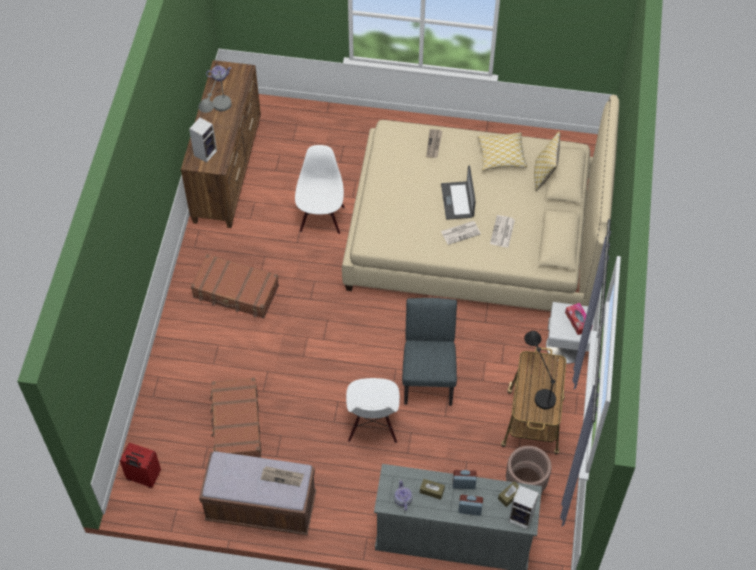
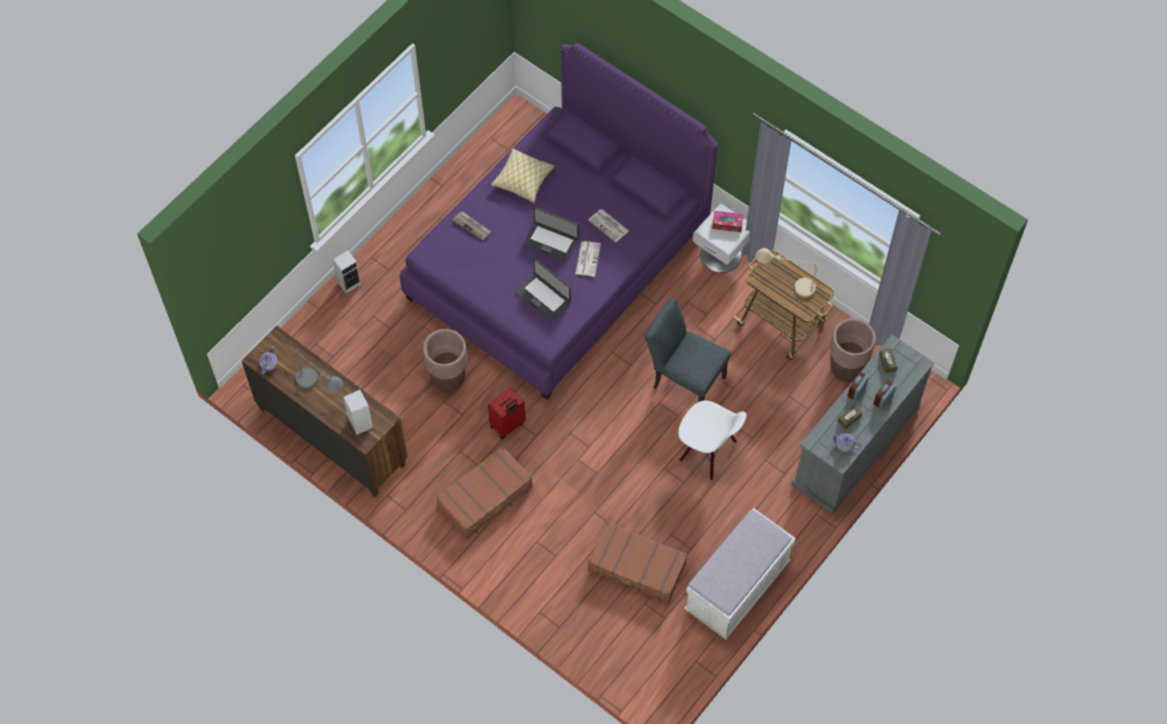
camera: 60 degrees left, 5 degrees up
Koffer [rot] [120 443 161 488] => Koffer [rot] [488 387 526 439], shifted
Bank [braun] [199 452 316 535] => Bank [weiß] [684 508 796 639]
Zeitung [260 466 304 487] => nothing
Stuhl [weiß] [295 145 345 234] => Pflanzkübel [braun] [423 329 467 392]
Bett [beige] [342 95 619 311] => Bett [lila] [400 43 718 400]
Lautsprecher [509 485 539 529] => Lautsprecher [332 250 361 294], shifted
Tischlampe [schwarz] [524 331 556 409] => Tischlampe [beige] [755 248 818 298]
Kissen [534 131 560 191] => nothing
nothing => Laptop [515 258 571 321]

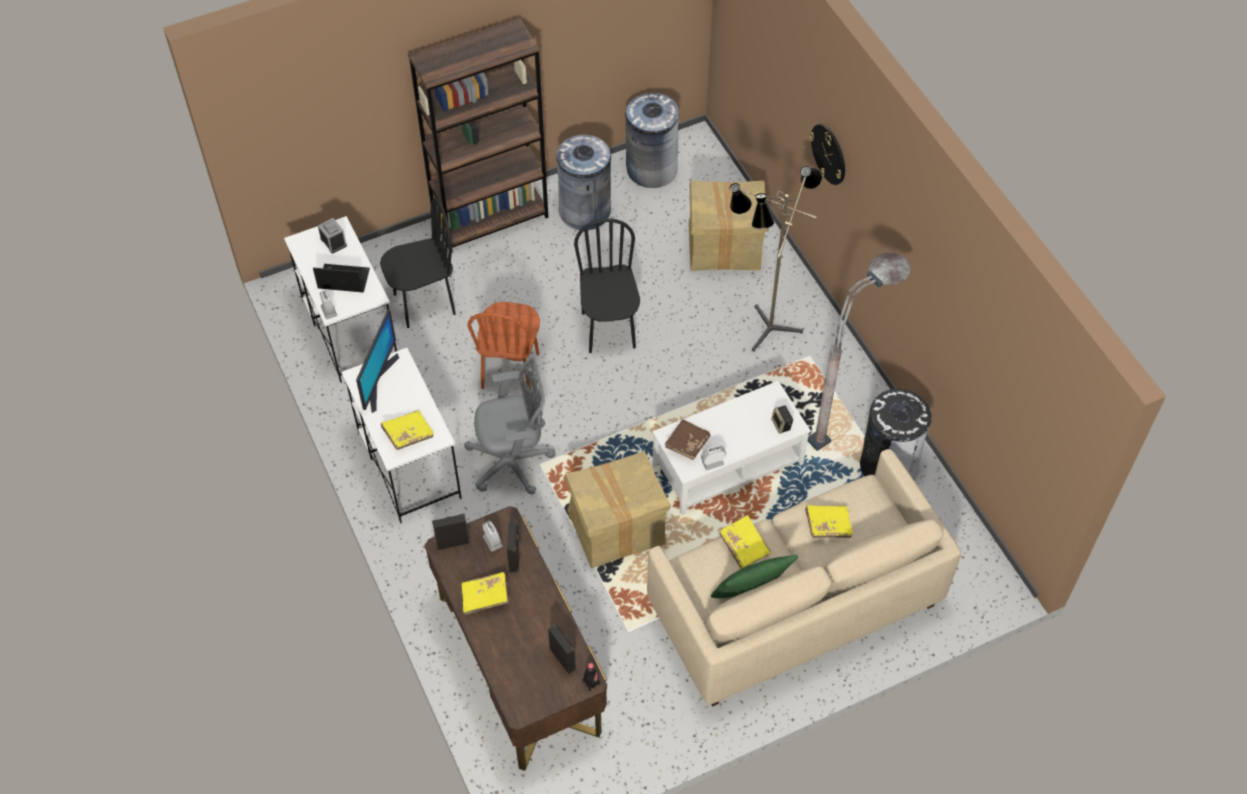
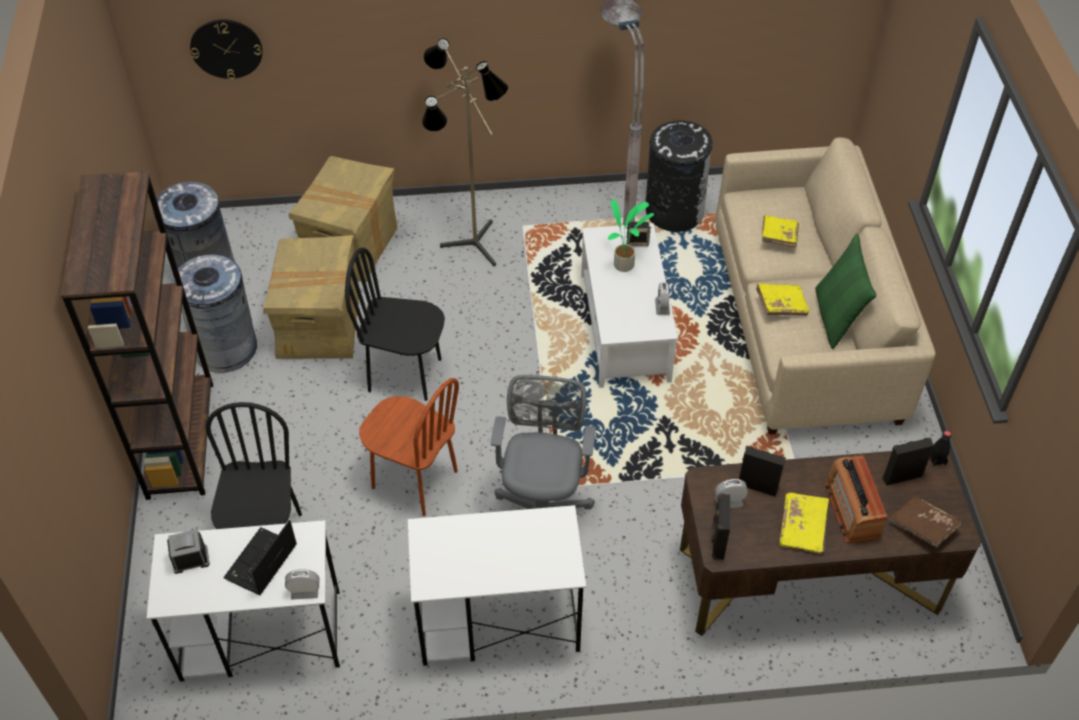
camera: 70 degrees left, 5 degrees down
Monitor [356 309 399 413] => nothing
Buch [gelb] [381 410 434 450] => nothing
Karton [565 451 671 569] => Karton [263 235 359 359], shifted
Buch [braun] [665 419 710 460] => Buch [braun] [889 496 961 548], shifted
Wanduhr [809 124 845 185] => Wanduhr [190 19 262 80], shifted
nothing => Topfpflanze [608 199 654 272]
nothing => Radio [824 455 888 544]

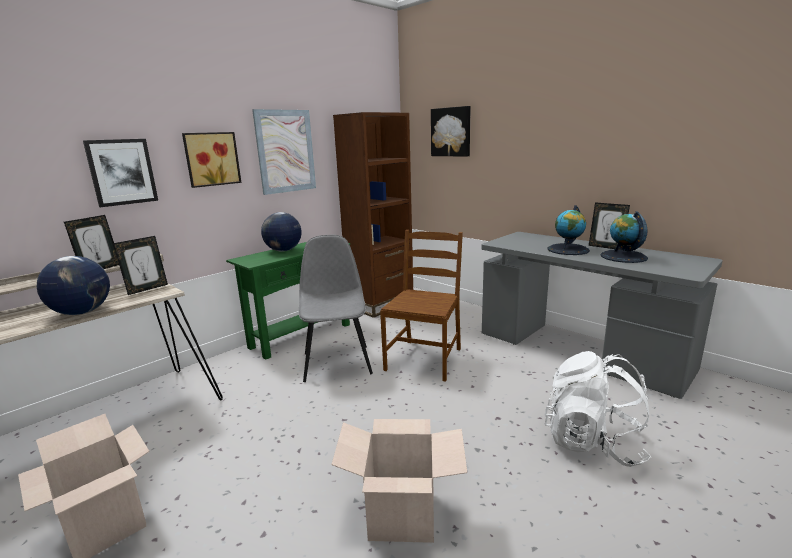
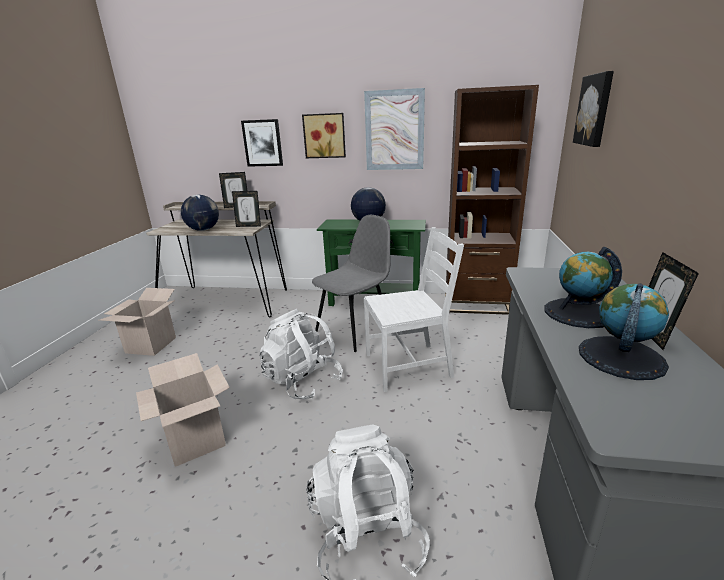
camera: 55 degrees right, 5 degrees up
Stuhl [braun] [380 230 463 382] => Stuhl [weiß] [364 227 464 392]
nothing => Rucksack [weiß] [260 309 343 400]

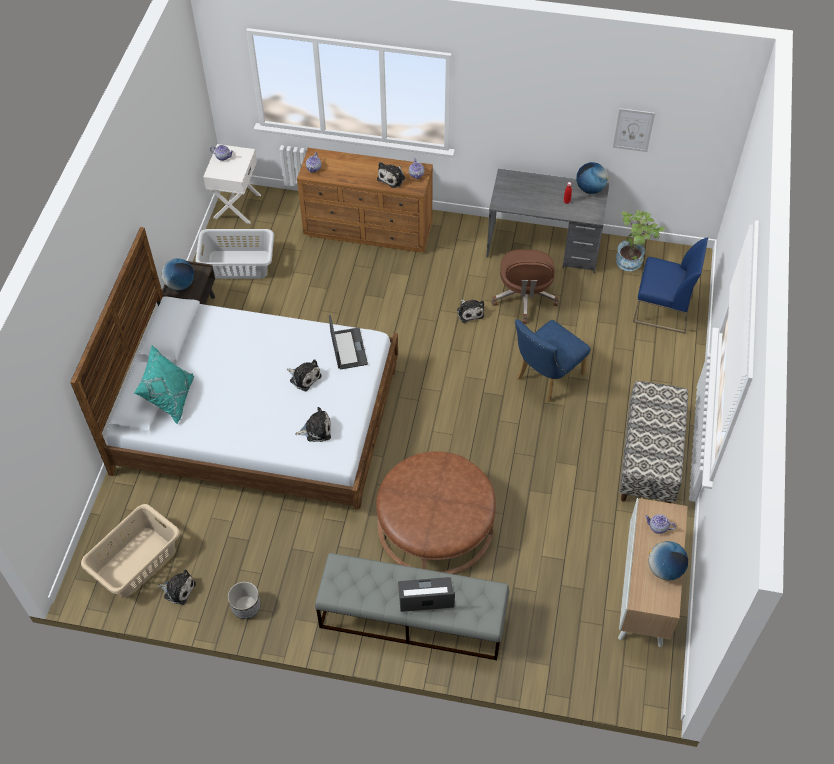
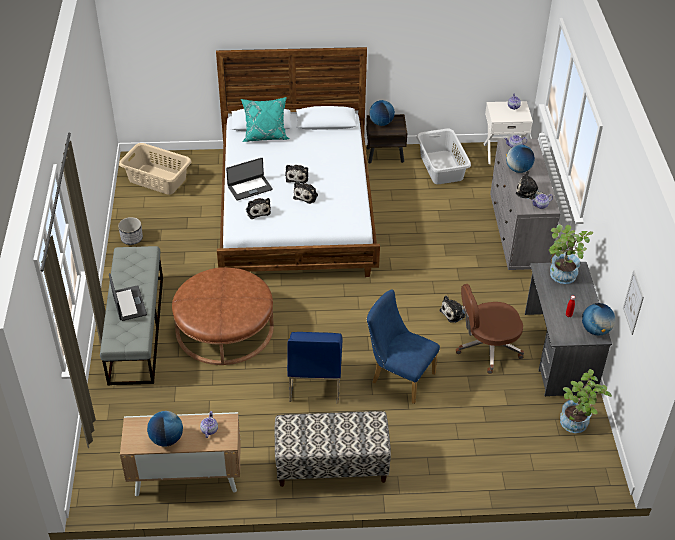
camera: 75 degrees right, 10 degrees down
Plüschtier [157 569 196 605] => Plüschtier [285 165 308 184], shifted
Kommode [braun] [297 148 433 253] => Kommode [grau] [490 139 560 270]
Laptop [329 315 368 369] => Laptop [226 158 273 201], shifted
Stuhl [blau] [633 238 708 333] => Stuhl [blau] [287 332 342 404], shifted
nothing => Globus [506 145 535 173]
nothing => Topfpflanze [549 224 593 284]

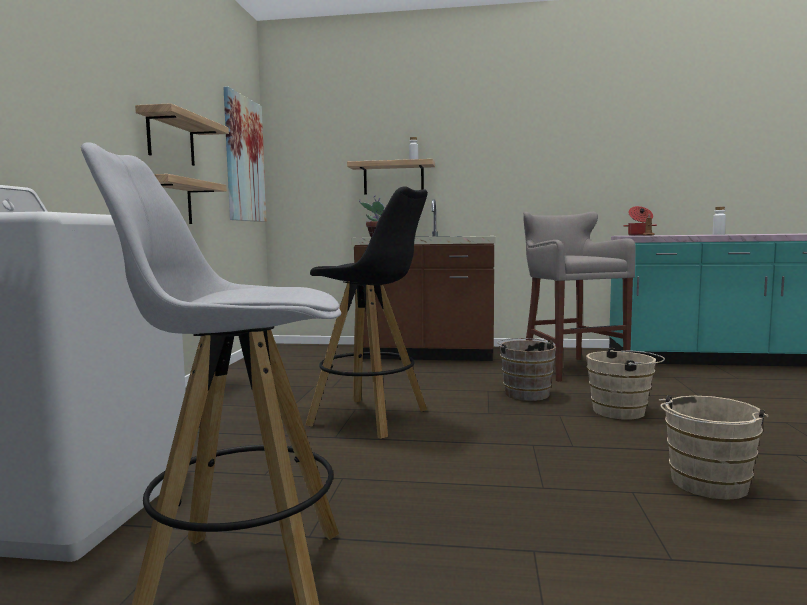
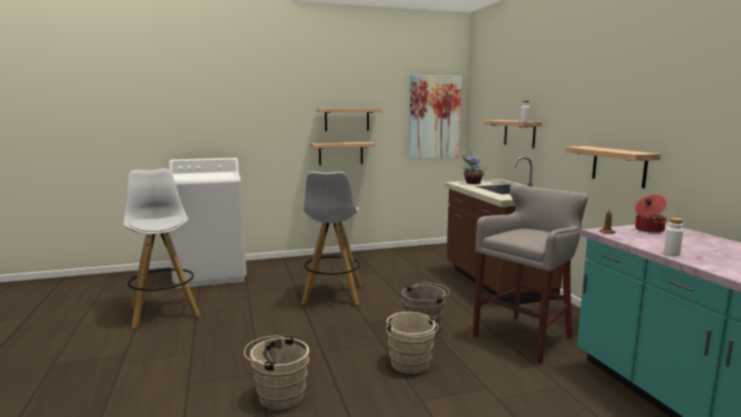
camera: 65 degrees right, 5 degrees up
Hocker [schwarz] [305 186 428 439] => Hocker [weiß] [301 172 362 305]
nothing => Wandregal [565 146 661 188]

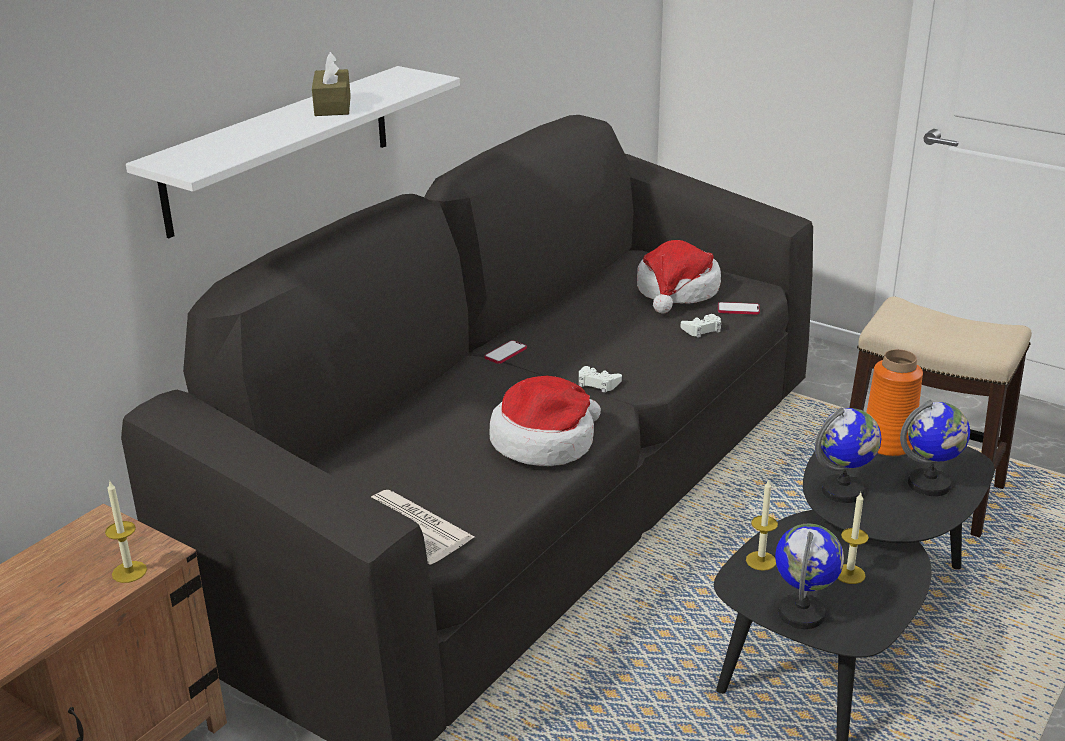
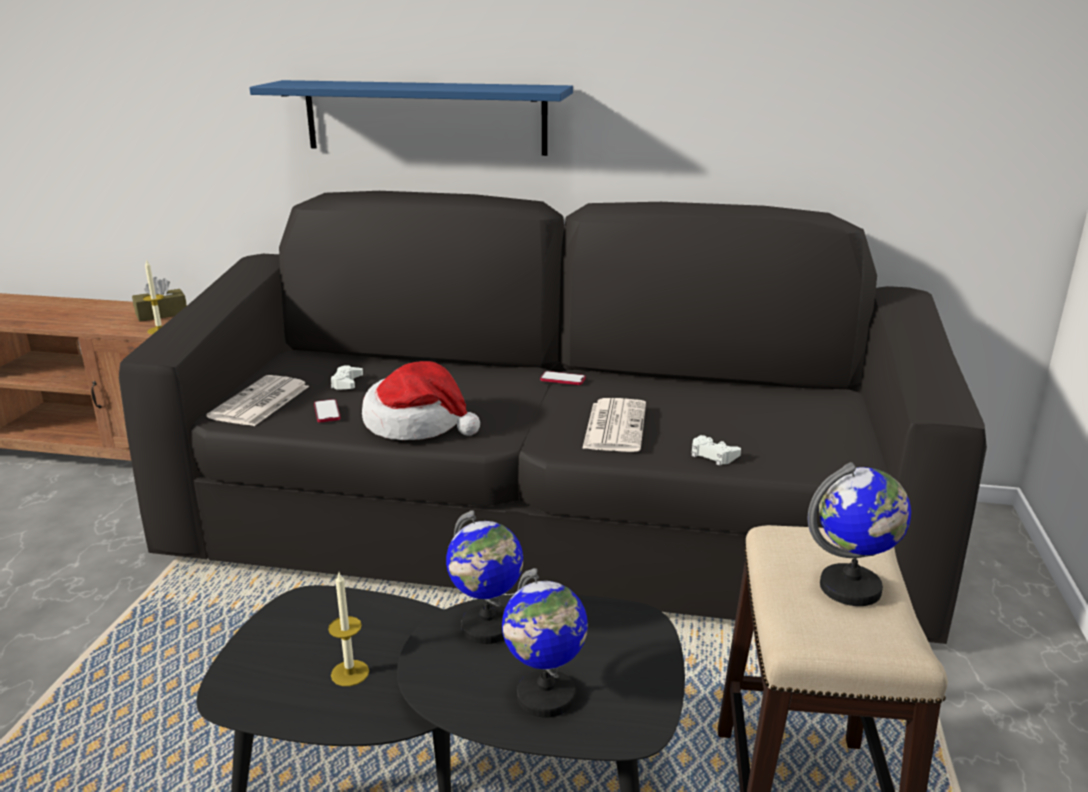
camera: 65 degrees right, 5 degrees down
Wandregal [weiß] [126 66 460 238] => Wandregal [blau] [249 80 573 156]
Taschentuchbox [braun] [312 51 351 116] => Taschentuchbox [braun] [132 277 187 322], shifted
Gamepad [weiß] [579 366 622 393] => Gamepad [weiß] [331 365 363 390], shifted
Hut [637 240 721 314] => nothing
Handy [718 302 760 315] => Handy [314 399 341 423], shifted
Kerze [746 479 778 571] => nothing
Globus [775 523 844 629] => Globus [808 462 911 606], shifted
Vase [orange] [866 349 923 457] => nothing
nothing => Zeitung [582 398 646 452]

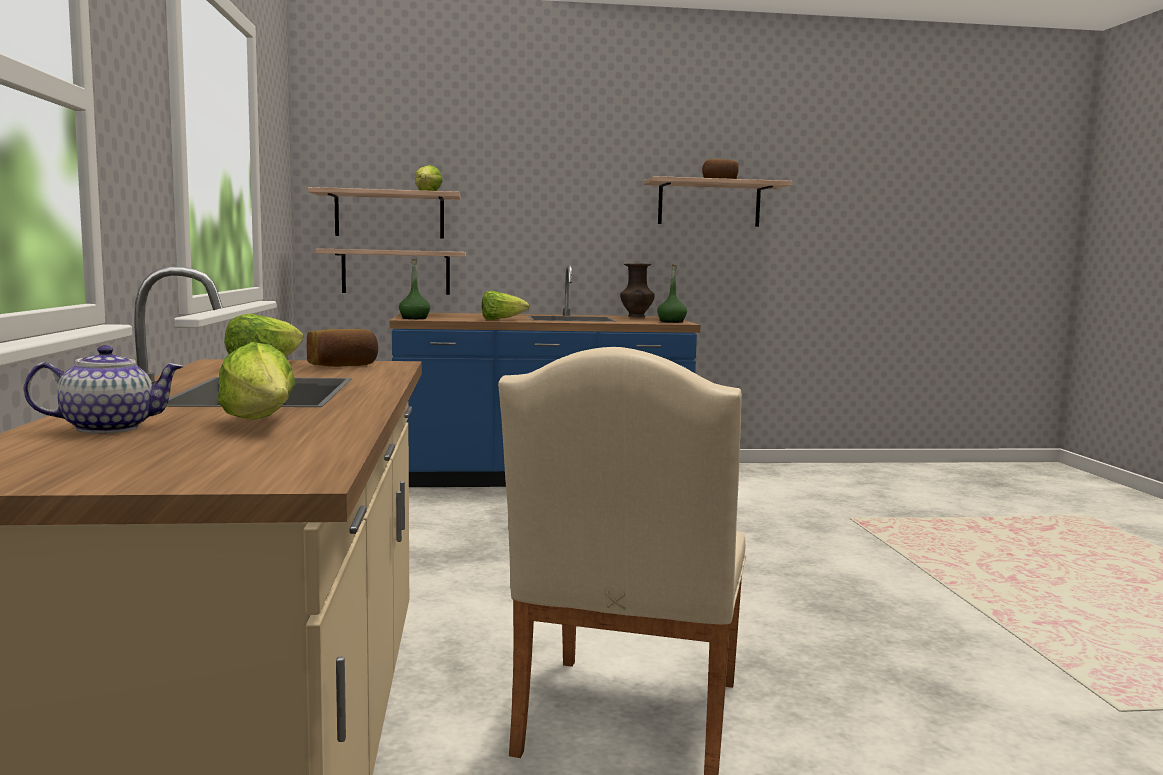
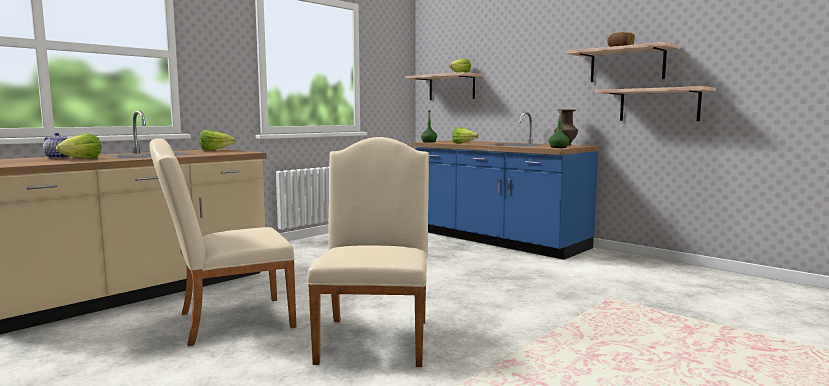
camera: 50 degrees right, 0 degrees up
Brot [307 329 378 367] => nothing
Wandregal [316 248 466 295] => Wandregal [595 86 716 121], shifted
nothing => Stuhl [beige] [307 137 429 367]

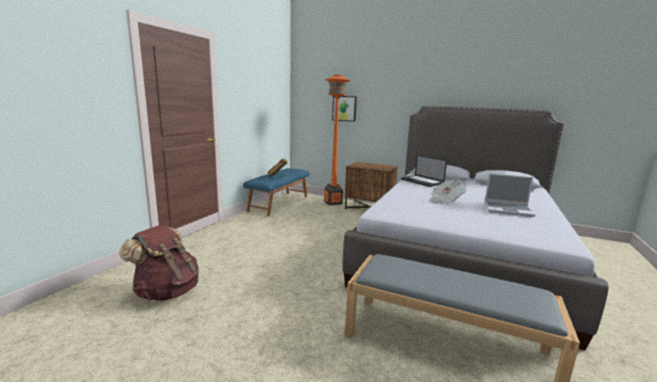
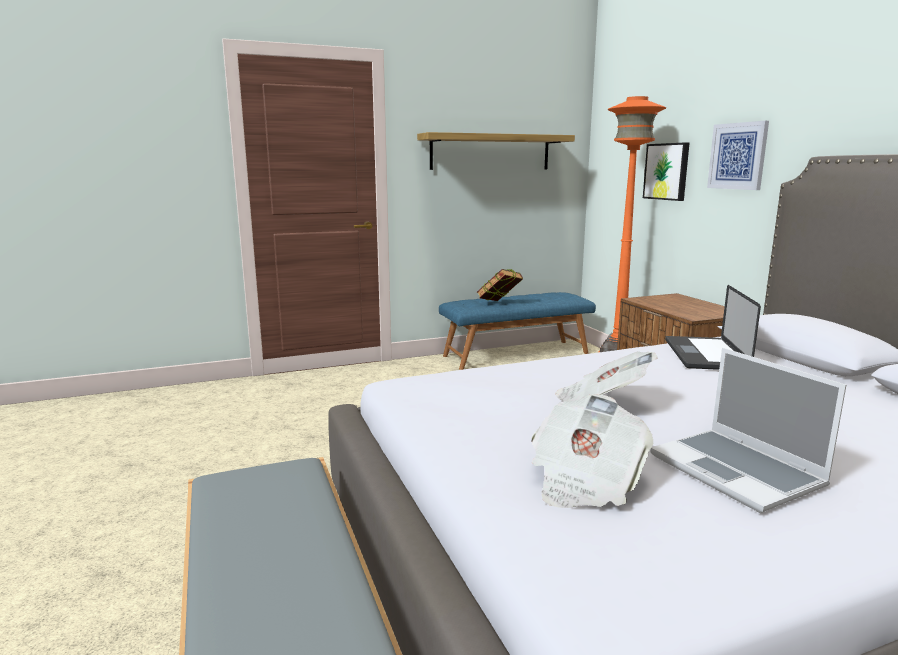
camera: 45 degrees right, 0 degrees up
Rucksack [braun] [119 225 199 301] => nothing
nothing => Wandregal [417 132 575 170]
nothing => Zeitung [531 394 654 508]
nothing => Bild [707 121 769 190]

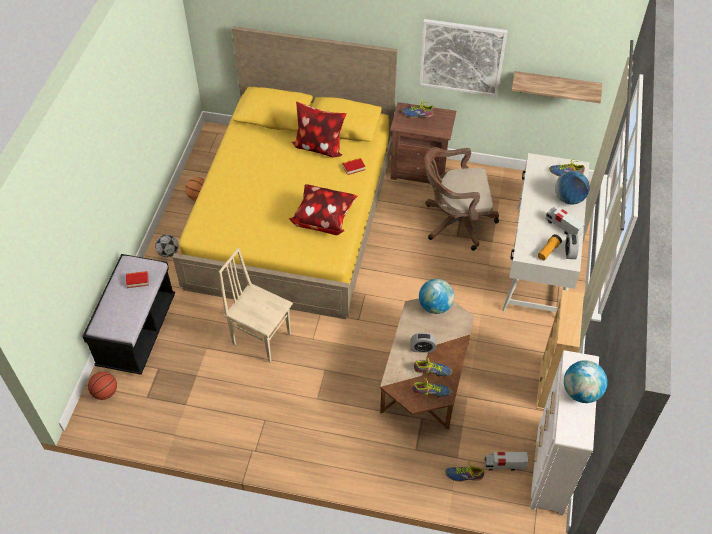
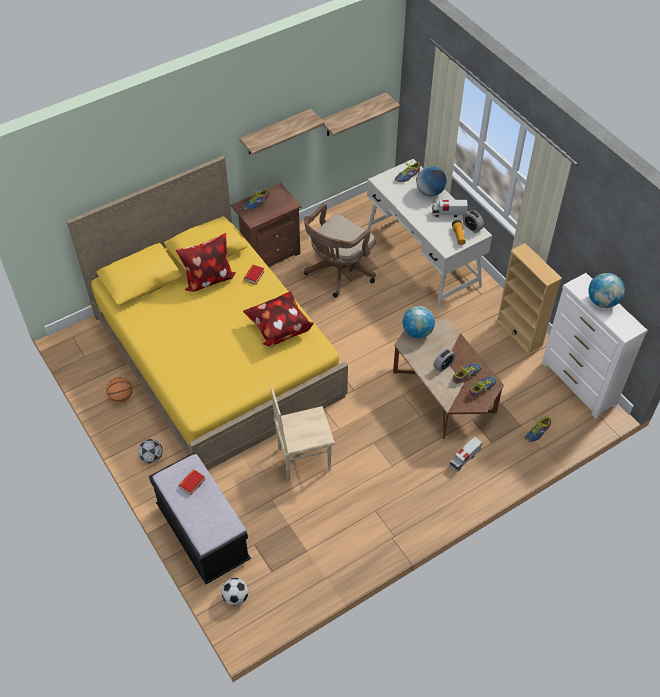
camera: 45 degrees left, 0 degrees up
Basketball [88 372 117 400] => Fußball [221 578 249 606]
Bild [419 19 508 97] => Wandregal [239 109 325 155]
Spielzeuglaster [484 452 528 470] => Spielzeuglaster [449 437 482 472], shifted

